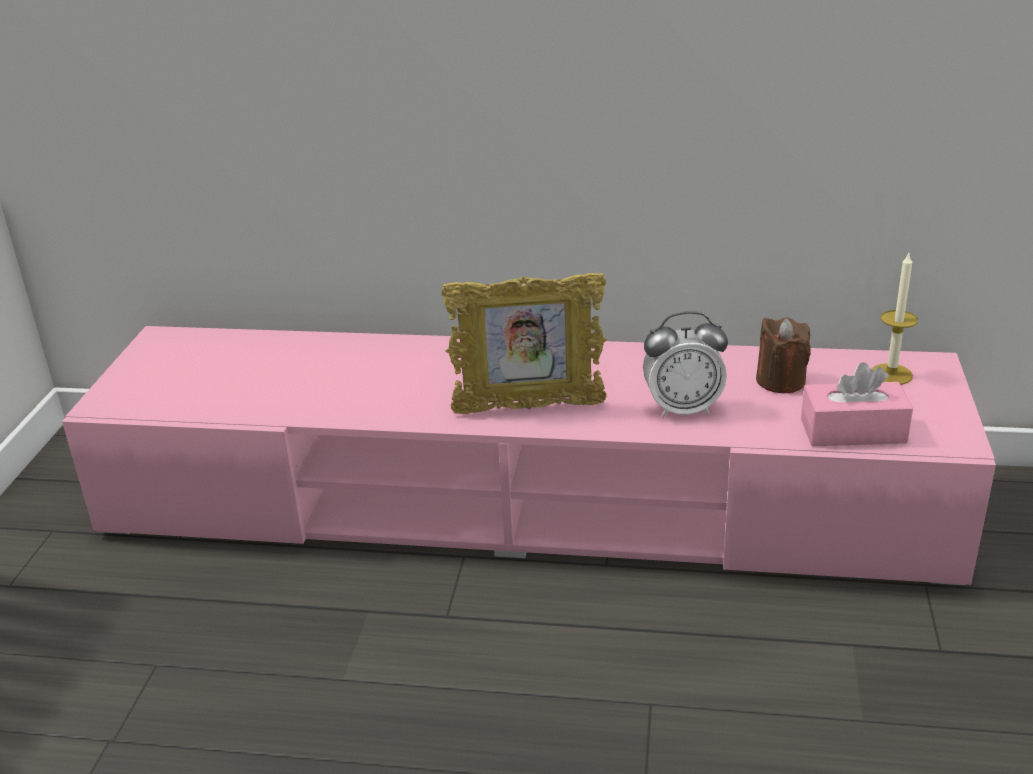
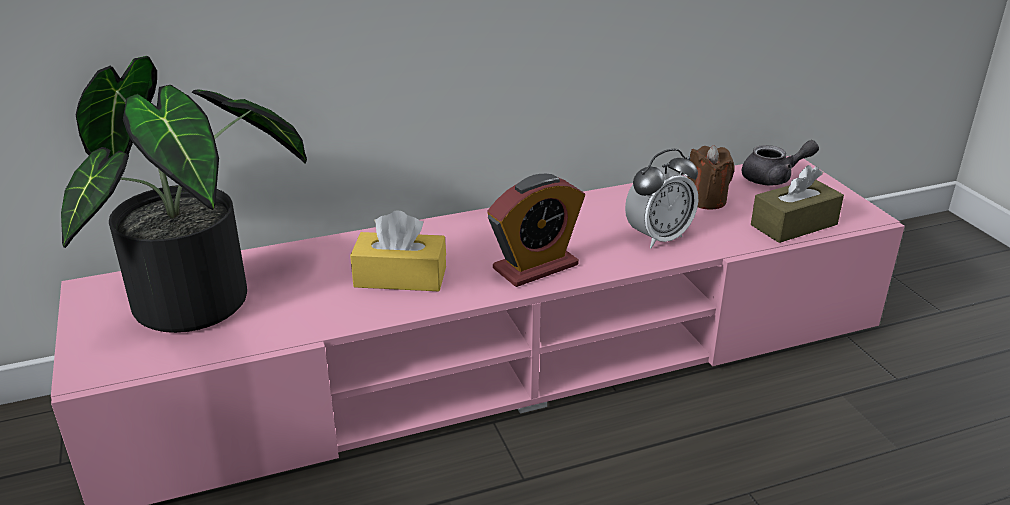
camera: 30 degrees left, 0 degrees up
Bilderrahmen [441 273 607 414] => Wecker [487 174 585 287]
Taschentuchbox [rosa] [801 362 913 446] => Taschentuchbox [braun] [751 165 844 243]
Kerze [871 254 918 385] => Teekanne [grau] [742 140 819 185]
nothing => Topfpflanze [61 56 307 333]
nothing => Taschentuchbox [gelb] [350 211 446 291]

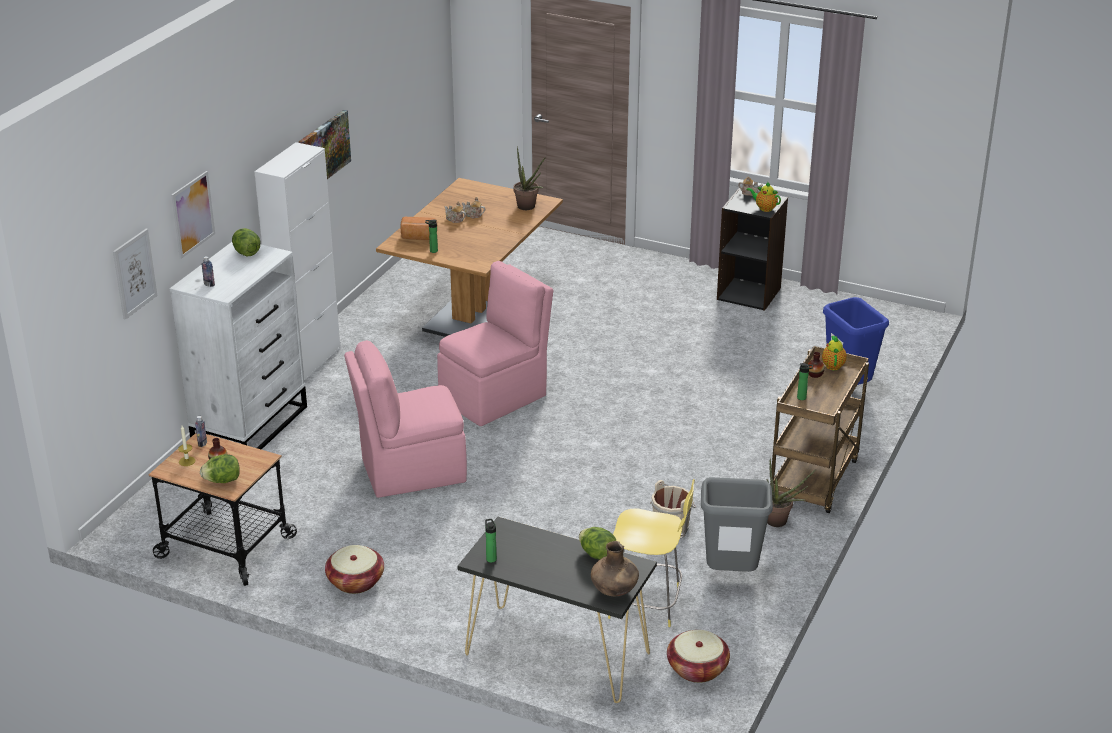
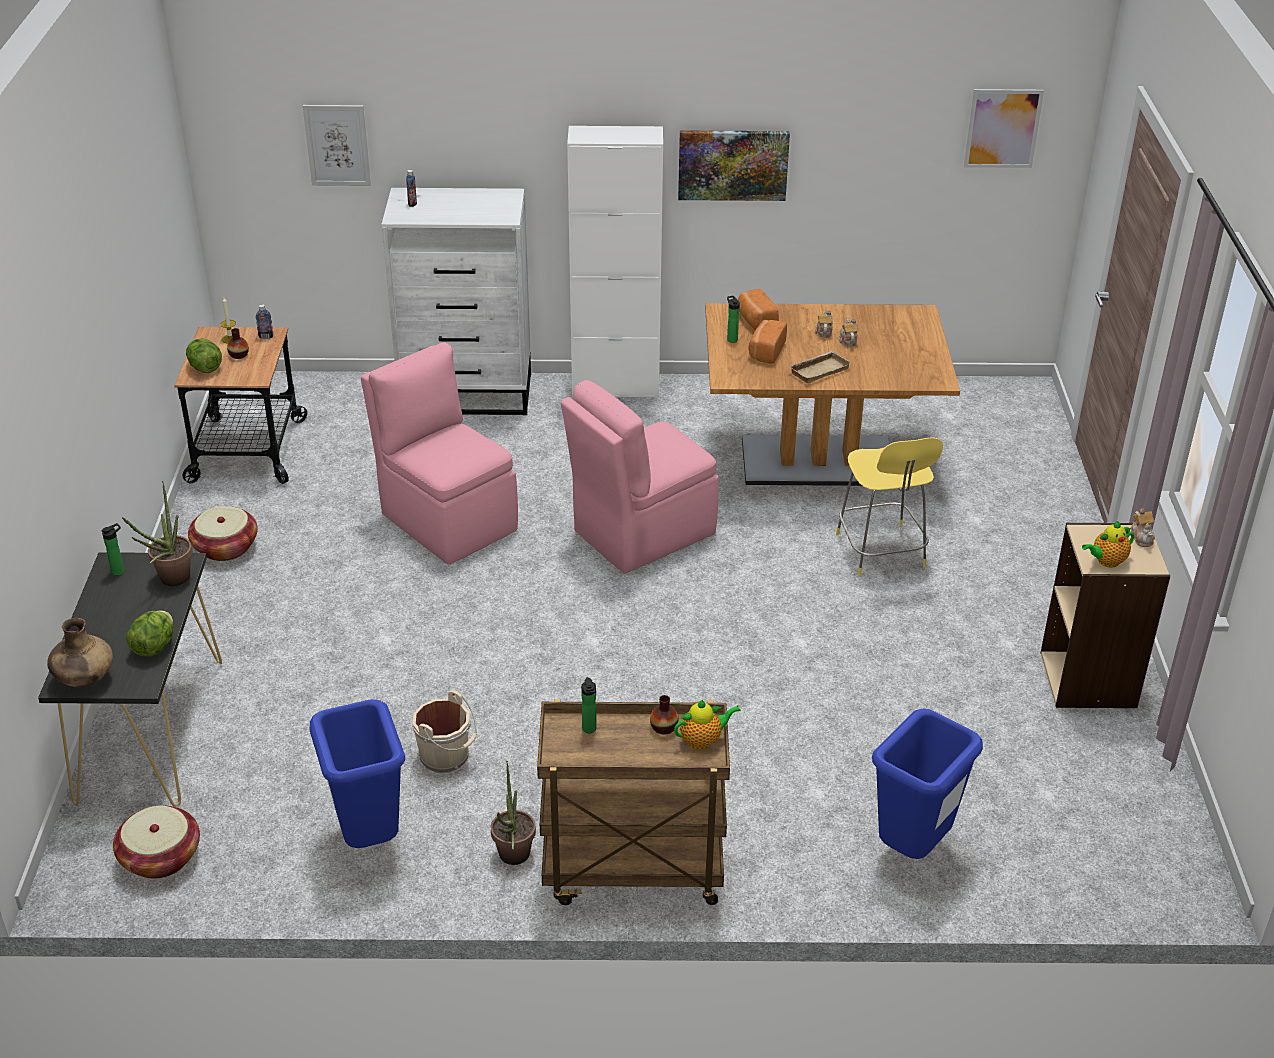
camera: 65 degrees right, 5 degrees up
Bild [171 171 215 259] => Bild [964 89 1044 168], shifted
Salatkopf [232 228 260 257] => nothing
Stuhl [rosa] [437 261 553 426] => Stuhl [rosa] [561 380 719 573], 120 degrees clockwise
Topfpflanze [513 146 546 210] => Topfpflanze [122 481 192 586], shifted
Hocker [gelb] [608 479 695 627] => Hocker [gelb] [836 438 943 577], shifted
Mülleimer [grau] [701 477 773 572] => Mülleimer [blau] [310 699 405 848]
Bücherregal [schwarz] [717 188 788 311] => Bücherregal [beige] [1041 523 1170 708]
Teekanne [747 181 781 212] => Teekanne [1082 521 1134 568], 120 degrees counterclockwise
nothing => Brot [748 320 787 364]
nothing => Tablett [beige] [789 351 852 383]

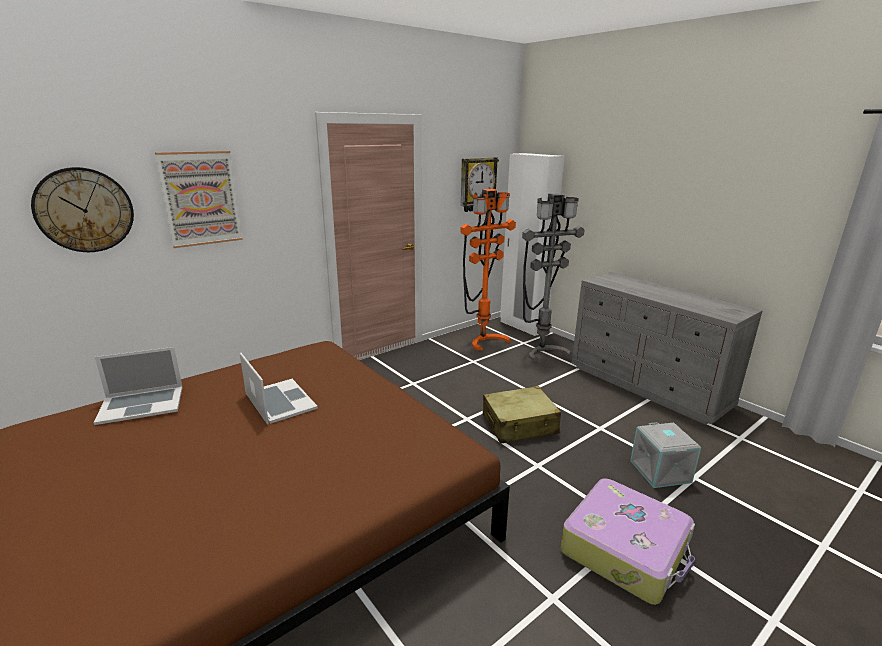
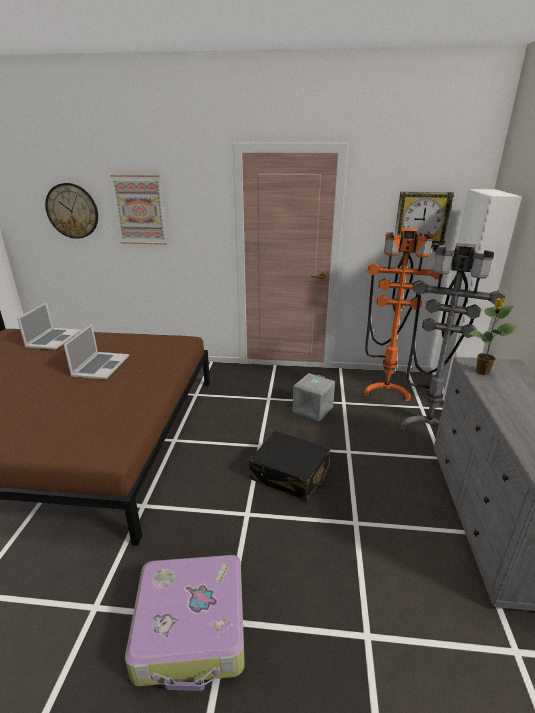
camera: 45 degrees right, 5 degrees up
Laptop [94 347 183 425] => Laptop [17 302 81 350], 105 degrees counterclockwise
Koffer [beige] [483 386 561 444] => Koffer [schwarz] [249 431 330 501]
Aufbewahrungsbox [grau] [630 422 701 488] => Aufbewahrungsbox [grau] [292 373 335 421], shifted
nothing => Topfpflanze [469 298 518 375]

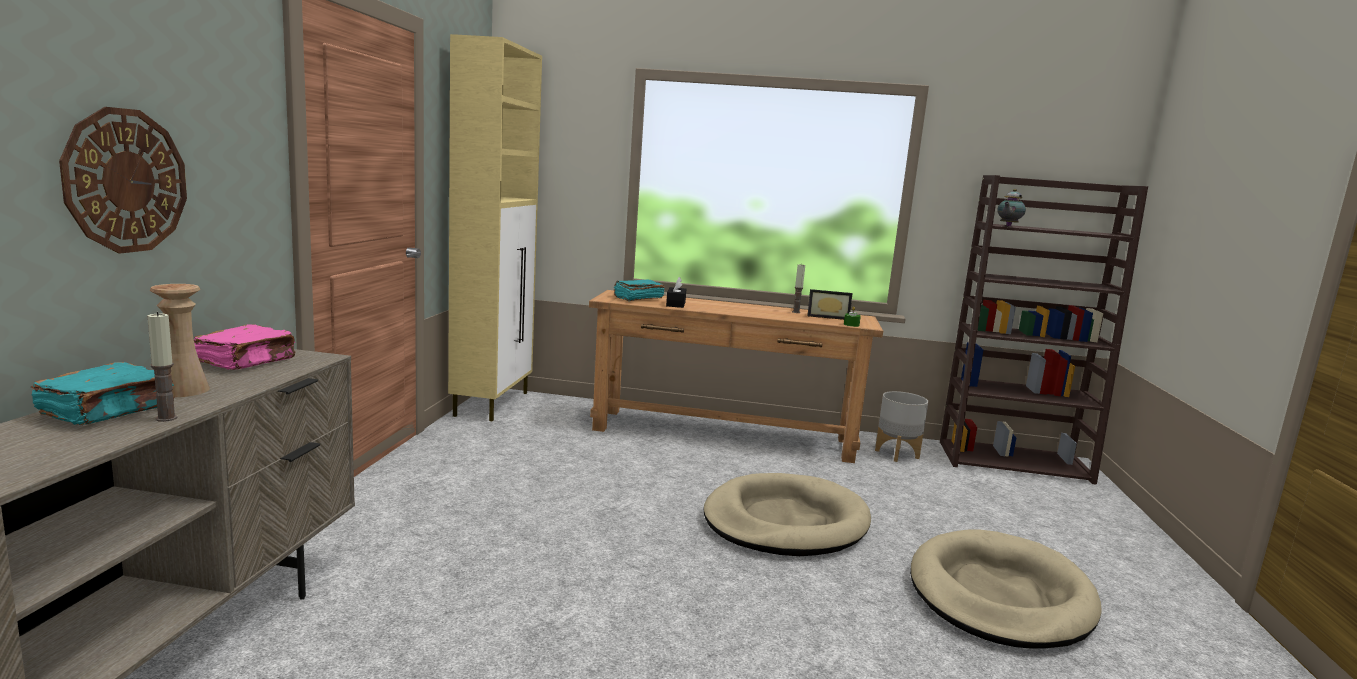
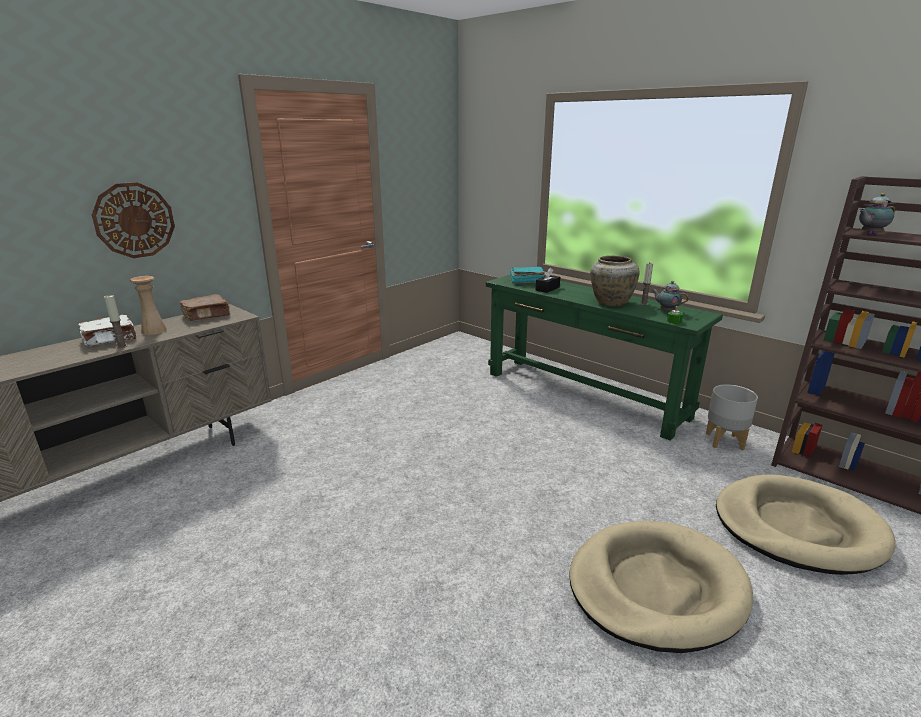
camera: 35 degrees right, 10 degrees up
Buch [türkis] [31 362 175 425] => Buch [weiß] [78 315 136 346]
Buch [rosa] [194 324 296 370] => Buch [braun] [180 294 230 321]
Schrank [beige] [448 34 542 421] => nothing
Konsolentisch [braun] [589 290 883 463] => Konsolentisch [grün] [486 274 723 441]
Hundebett [beige] [704 473 871 556] => Hundebett [beige] [716 475 896 575], shifted
Bilderrahmen [807 289 852 320] => Teekanne [652 281 689 312]
nothing => Vase [beige] [590 255 639 306]

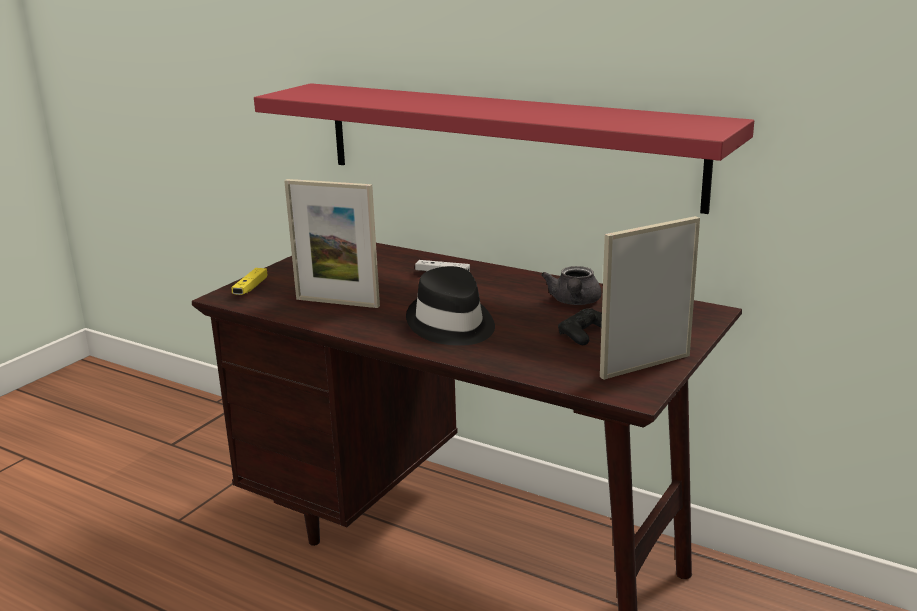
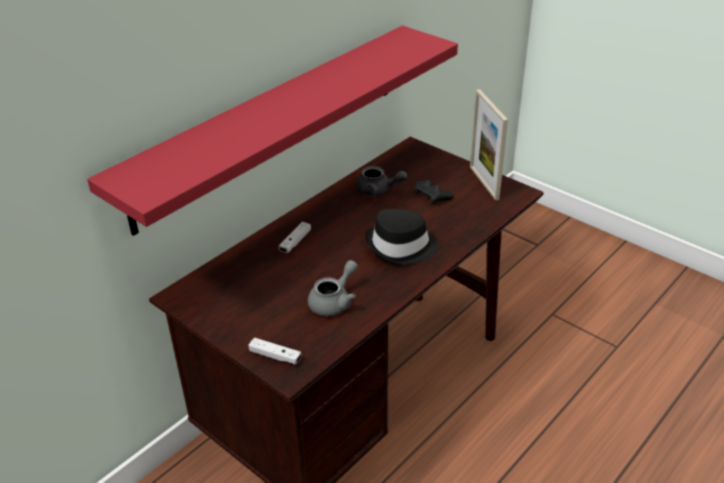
camera: 80 degrees left, 15 degrees up
Gamepad [gelb] [231 268 267 295] => Gamepad [weiß] [248 338 301 365]
Bilderrahmen [284 179 380 308] => Teekanne [grau] [308 260 358 316]

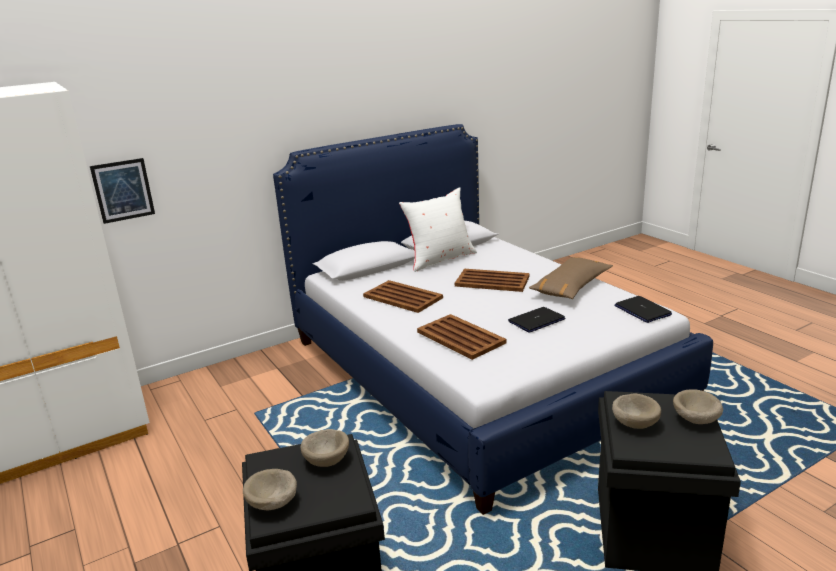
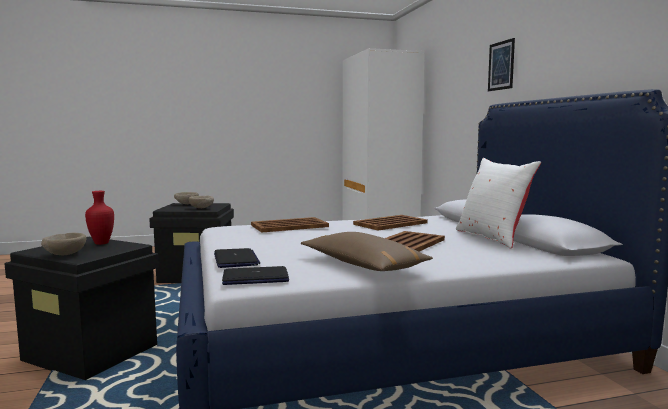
camera: 105 degrees right, 15 degrees down
Bild [90 158 155 224] => Bild [488 38 515 91], shifted
Laptop [508 307 565 333] => Laptop [214 248 260 268], shifted
Schüssel [beige] [612 394 661 429] => Vase [rot] [85 191 114 245]

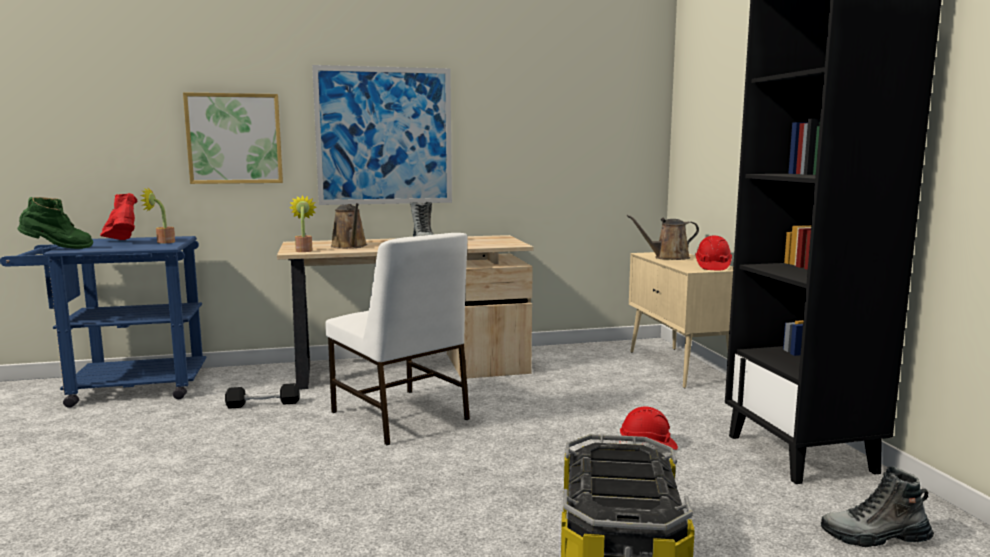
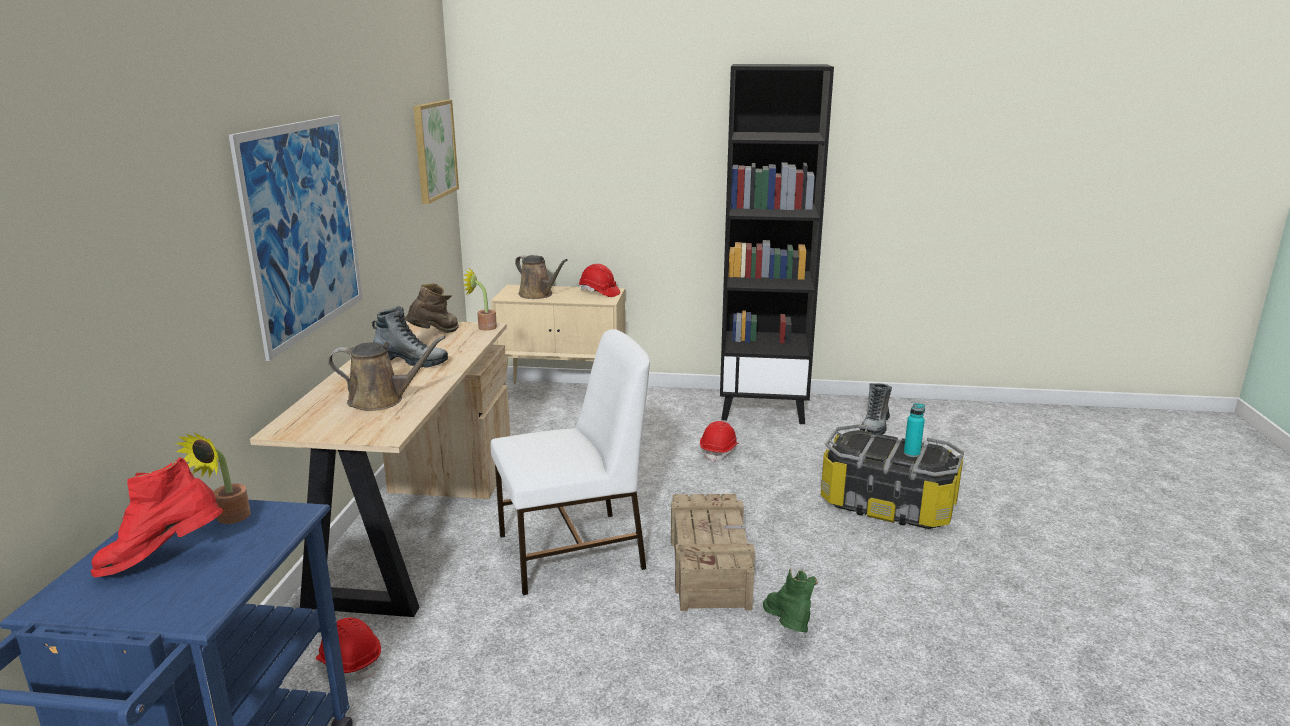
camera: 70 degrees left, 10 degrees up
Stiefel [grün] [18 197 93 249] => Stiefel [grün] [763 568 818 633], shifted
Bild [183 92 283 184] => Bild [413 100 459 204], shifted
Hantel [schwarz] [225 383 299 409] => nothing
Topfpflanze [289 195 316 252] => Topfpflanze [462 269 497 330], shifted
Gießkanne [braun] [627 215 699 260] => Gießkanne [braun] [515 255 568 299], 60 degrees counterclockwise
nothing => Schutzhelm [rot] [316 618 381 681]
nothing => Stiefel [braun] [405 283 459 333]
nothing => Kiste [671 494 755 611]
nothing => Flasche [türkis] [904 403 925 457]

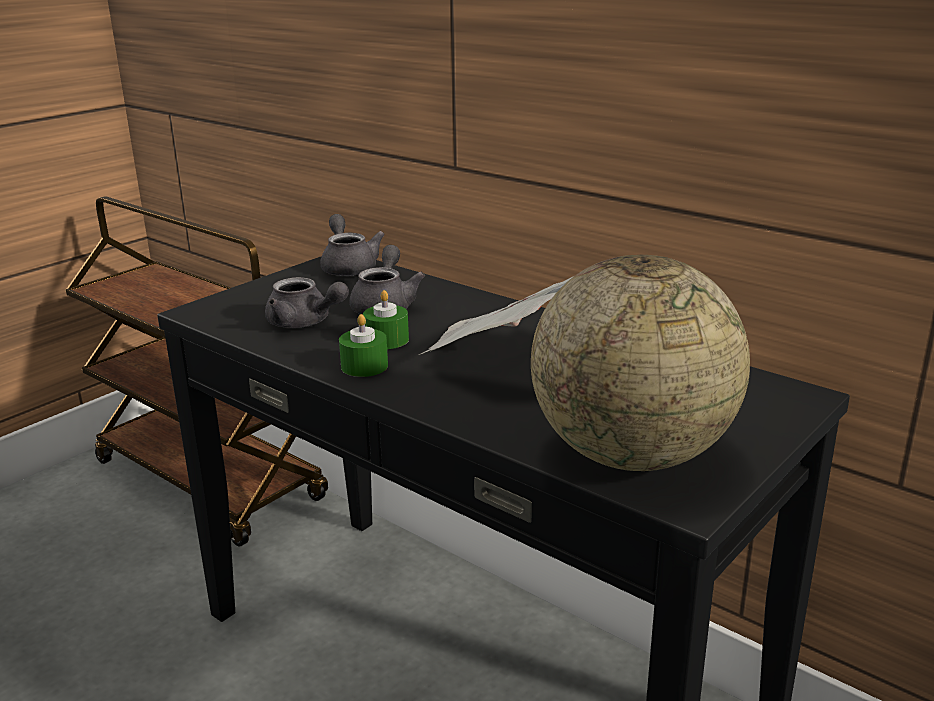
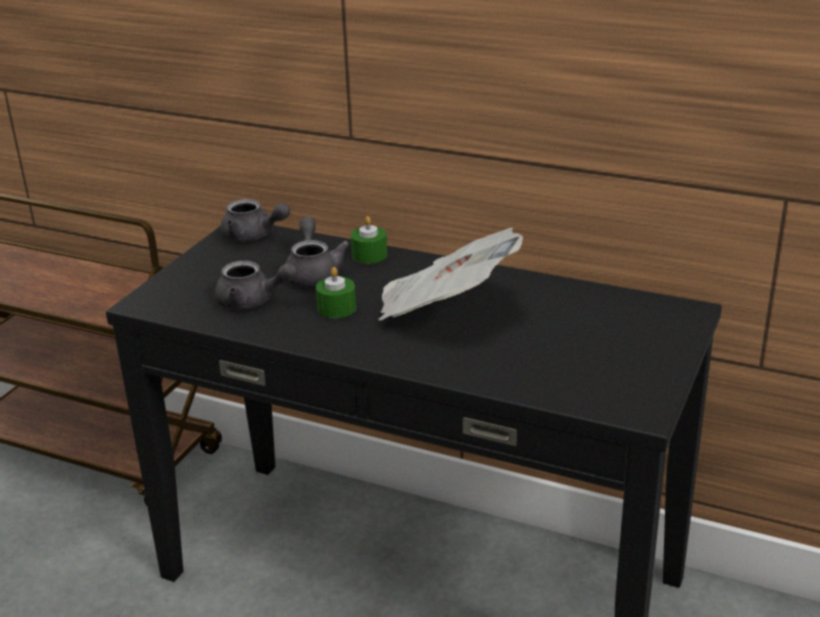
camera: 15 degrees left, 5 degrees up
Teekanne [grau] [320 214 385 276] => Teekanne [grau] [220 199 290 241], 150 degrees clockwise
Kerze [grün] [339 314 388 377] => Kerze [grün] [351 216 387 264], shifted
Globus [531 255 750 471] => nothing

